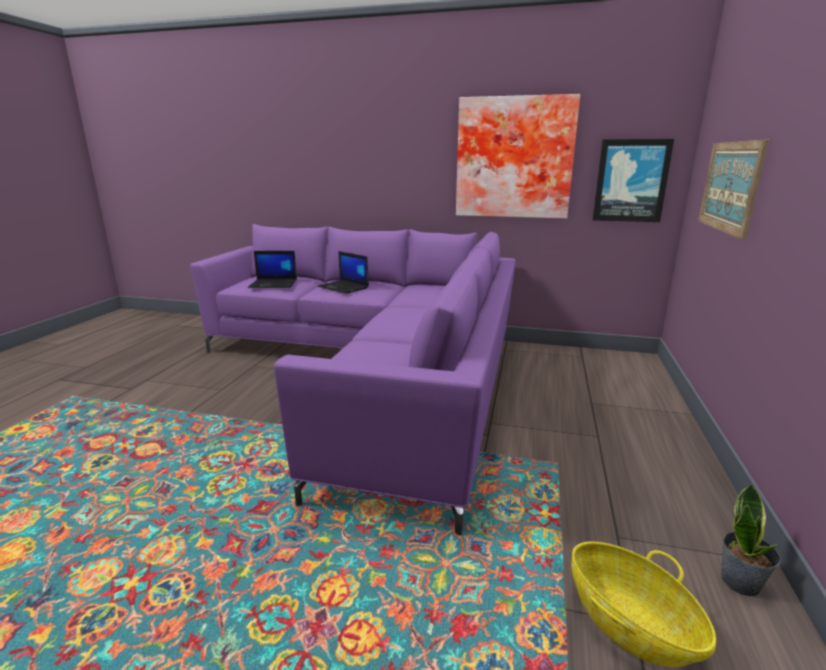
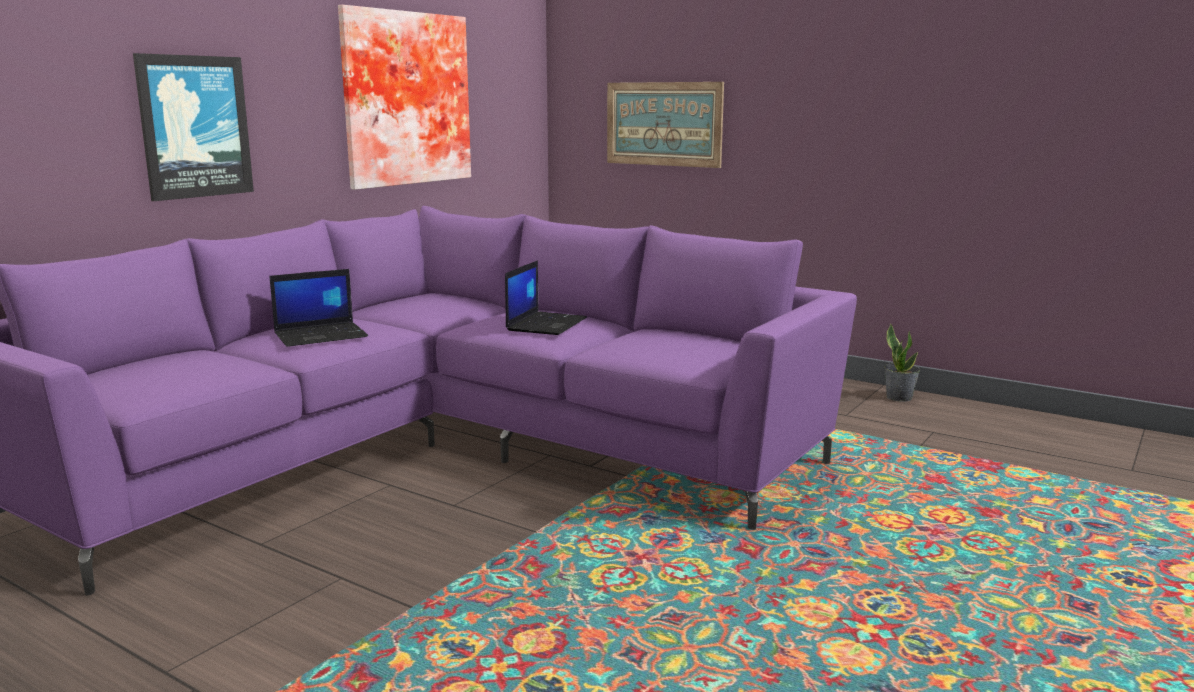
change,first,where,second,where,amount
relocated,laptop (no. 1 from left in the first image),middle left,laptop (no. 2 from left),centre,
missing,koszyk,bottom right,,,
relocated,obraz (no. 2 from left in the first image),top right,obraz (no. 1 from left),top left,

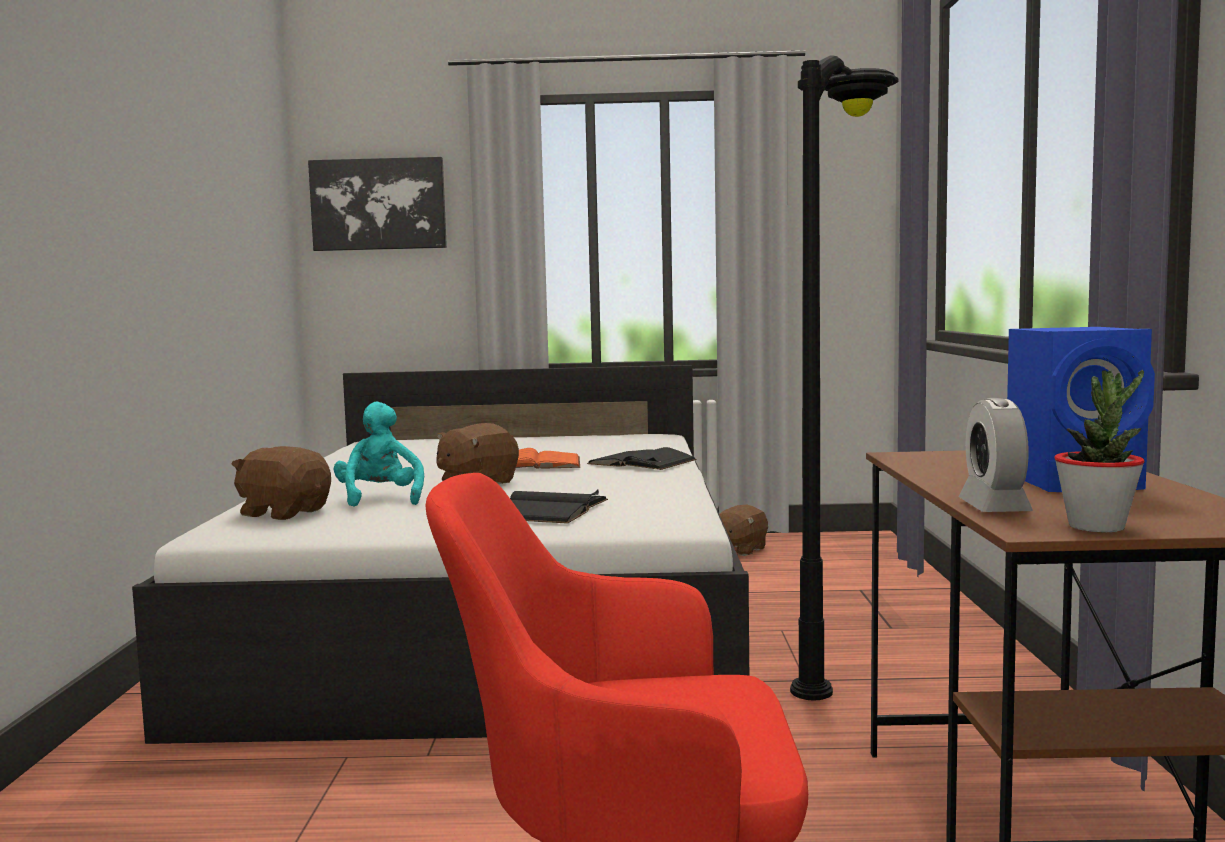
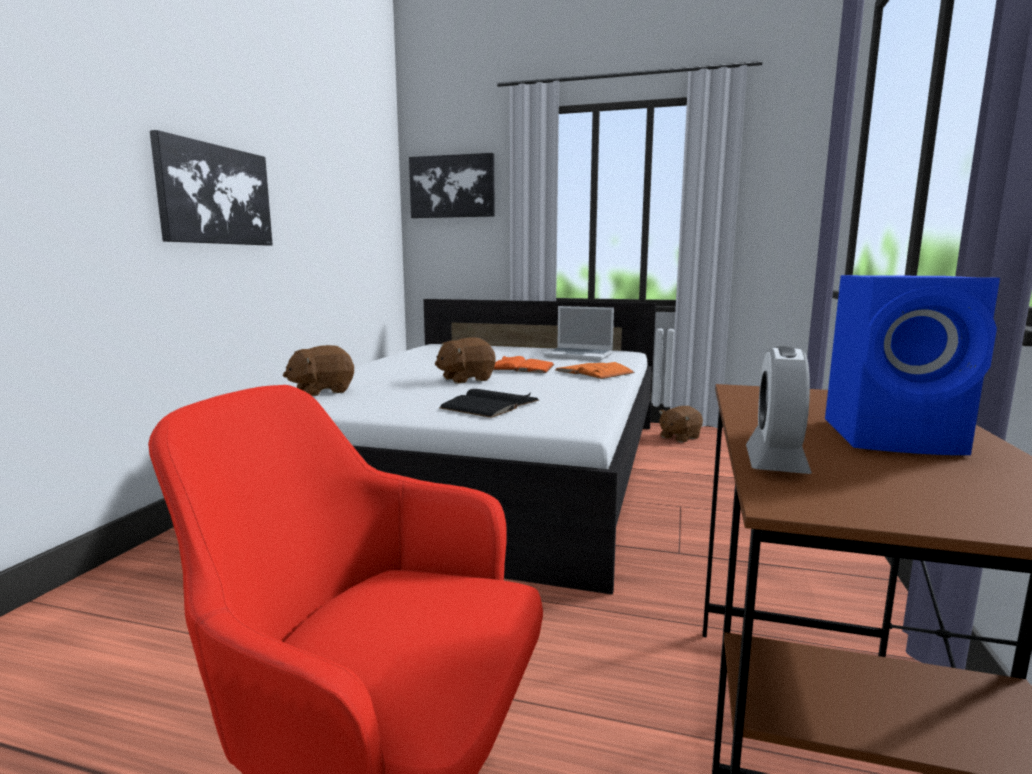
change,first,where,second,where,amount
spun,pluszak/brązowy (no. 1 from left),middle left,,middle left,75 degrees counterclockwise
missing,pluszak/turkusowy,middle left,,,
colour,książka/czarny (no. 2 from left),centre,książka/pomarańczowy (no. 2 from left),centre,
missing,lampa stojąca/czarny,middle right,,,
missing,roślina doniczkowa,middle right,,,
appeared,,,obraz (no. 1 from left),top left,
appeared,,,laptop,centre,

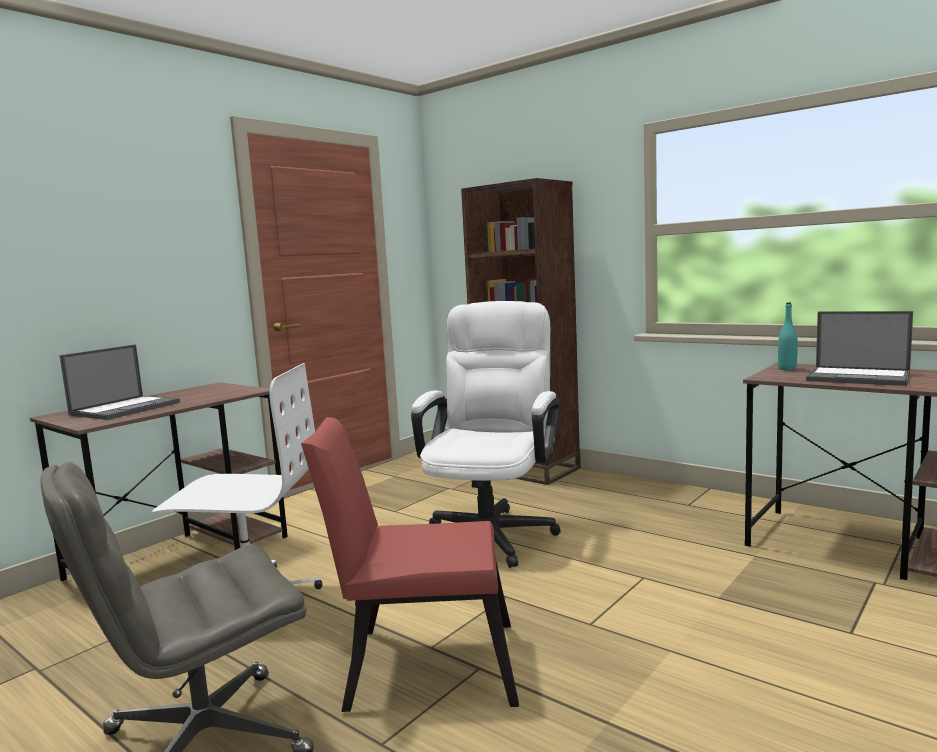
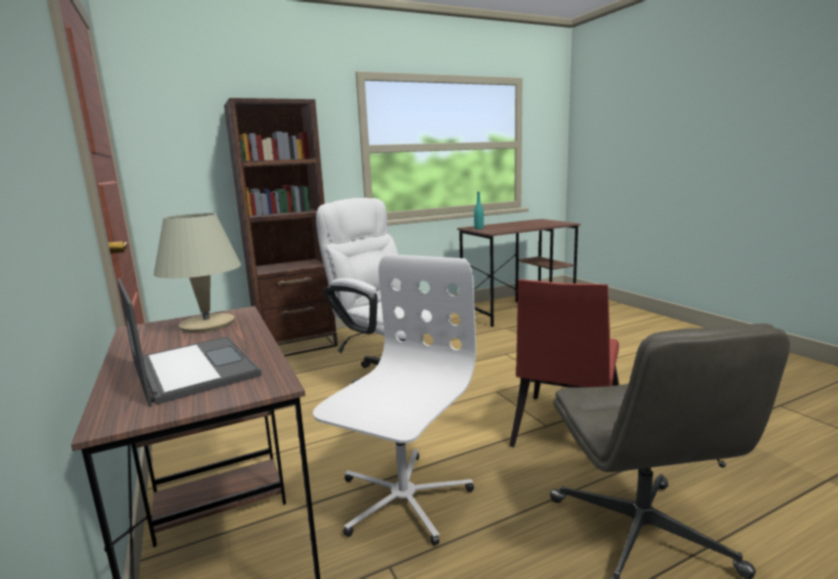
change,first,where,second,where,amount
missing,laptop (no. 2 from left),middle right,,,
appeared,,,lampa stołowa/beżowy,middle left,

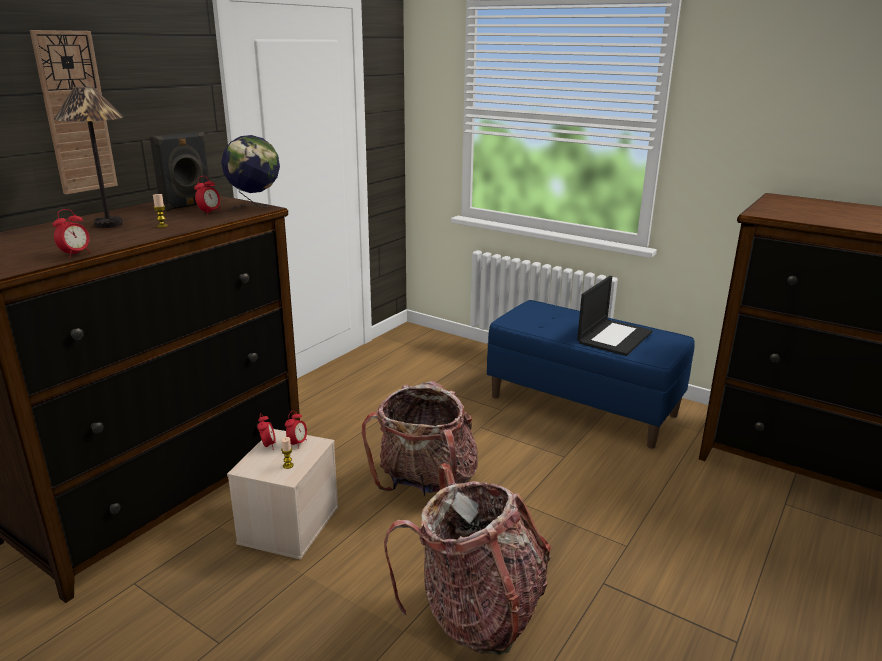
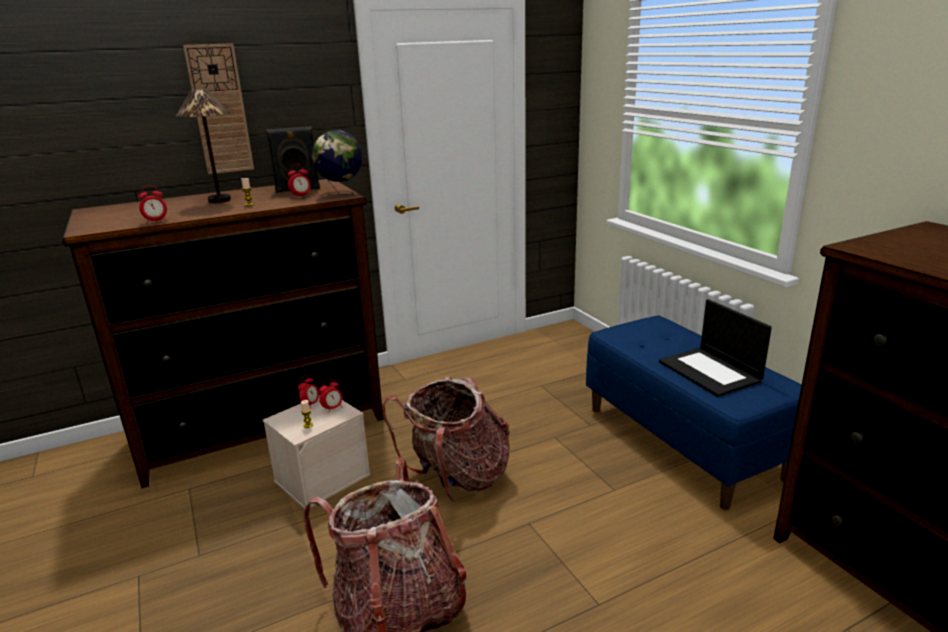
change,first,where,second,where,amount
spun,laptop,middle right,,middle right,90 degrees clockwise

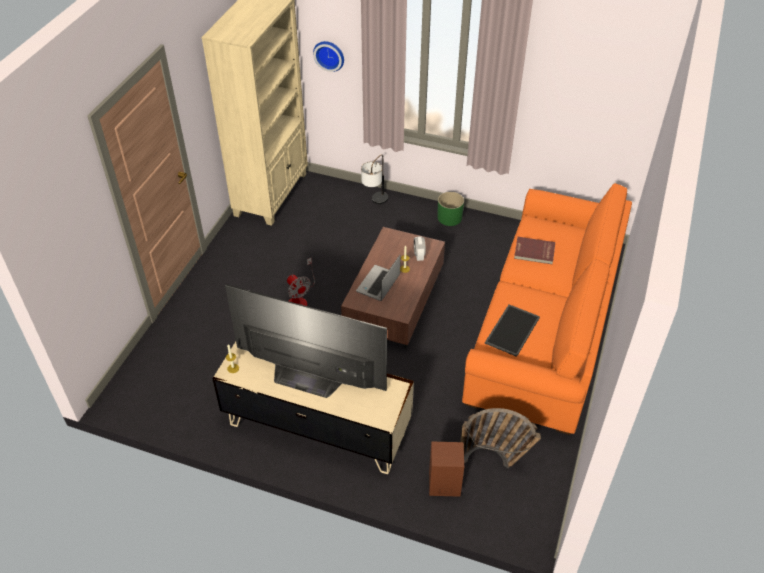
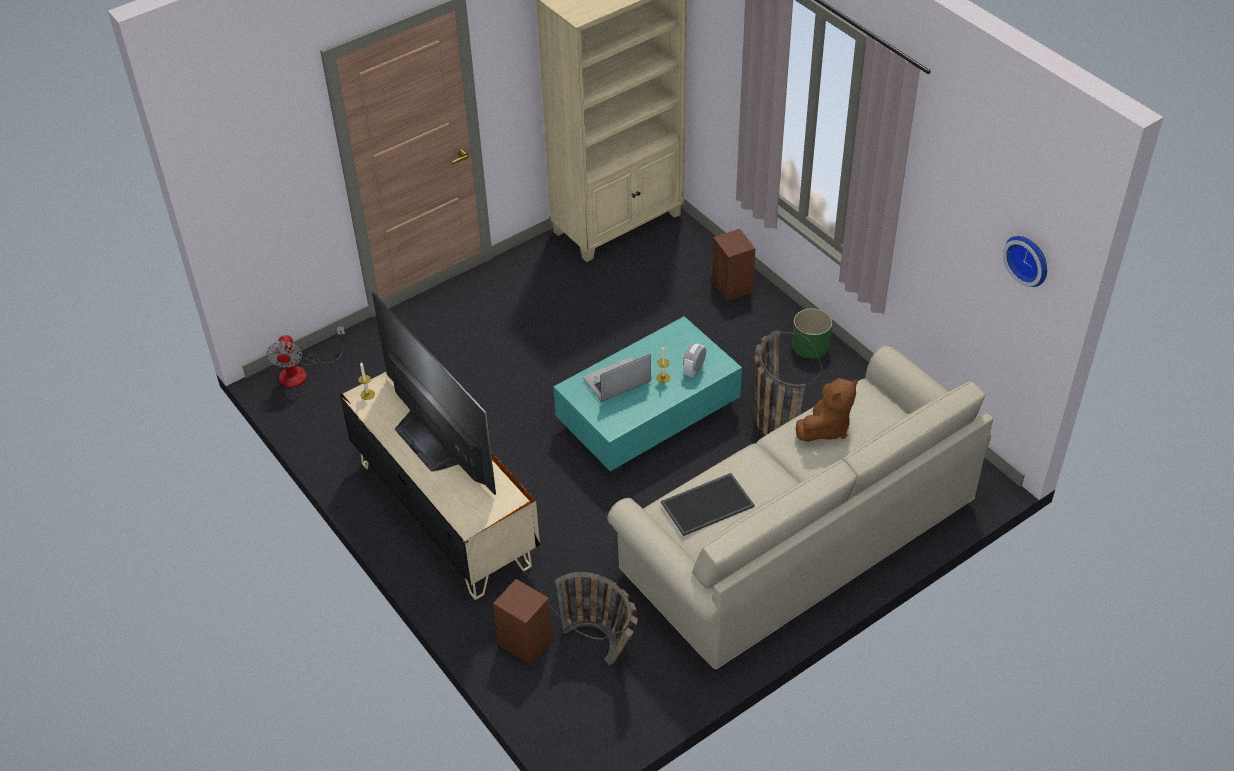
change,first,where,second,where,amount
relocated,wentylator,centre,,middle left,
relocated,zegar ścienny,top centre,,middle right,
colour,ława/brązowy,centre,ława/turkusowy,centre,
exchanged,lampa stołowa,top centre,głośnik/brązowy (no. 2 from left),centre,
colour,kanapa/pomarańczowy,middle right,kanapa/beżowy,centre,
exchanged,książka/czerwony,middle right,pluszak/brązowy,middle right,
appeared,,,koszyk (no. 2 from left),centre,

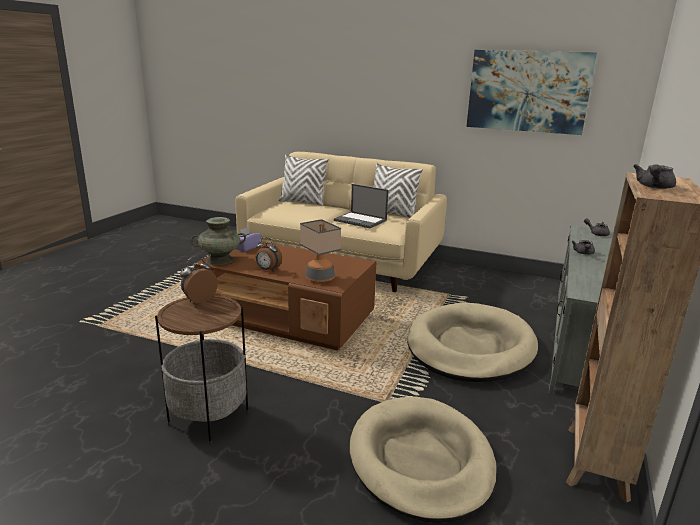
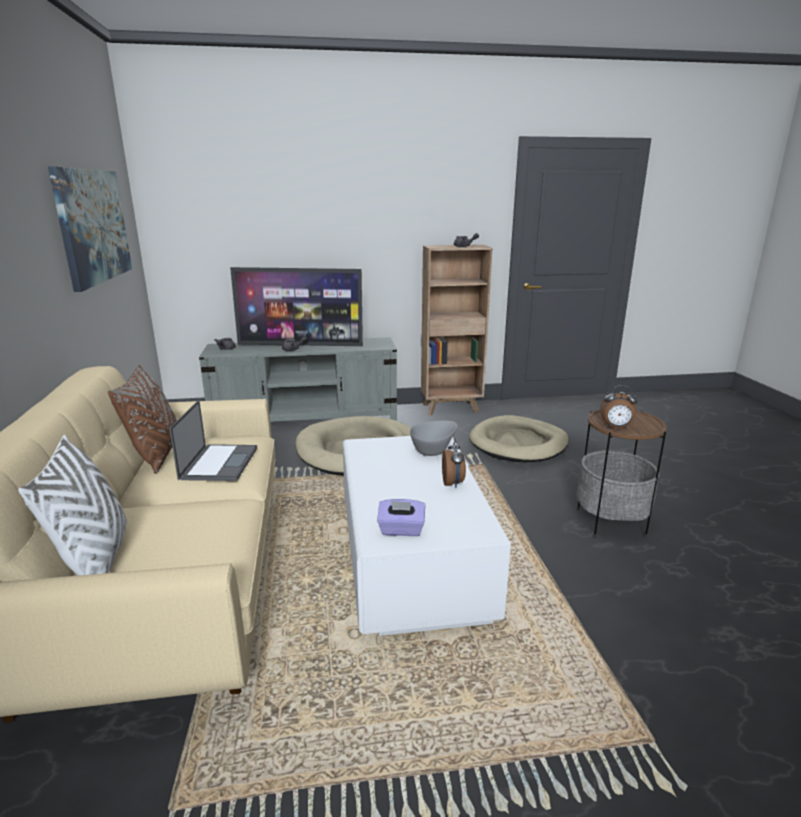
change,first,where,second,where,amount
missing,wazon/turkusowy,middle left,,,
colour,ława/brązowy,centre,ława/biały,centre,
exchanged,lampa stołowa,centre,miska/szary,centre,
colour,poduszka/biały (no. 2 from left),centre,poduszka/brązowy,middle left,
appeared,,,telewizor,centre,

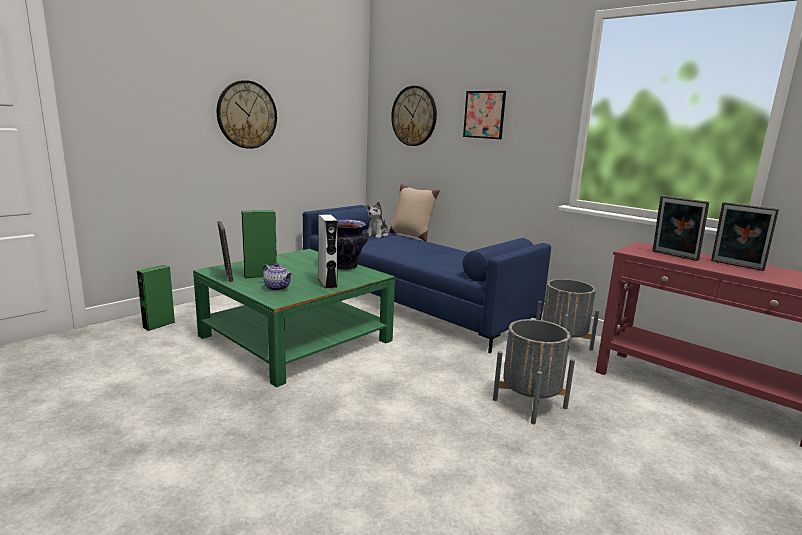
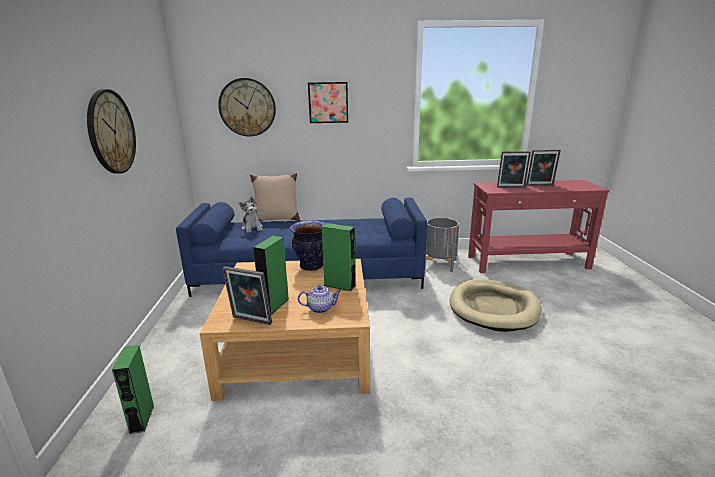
change,first,where,second,where,amount
colour,ława/zielony,centre,ława/beżowy,bottom centre,
colour,głośnik/biały,centre,głośnik/zielony (no. 3 from left),centre,
exchanged,donica/szary (no. 1 from left),bottom centre,legowisko/beżowy,middle right,

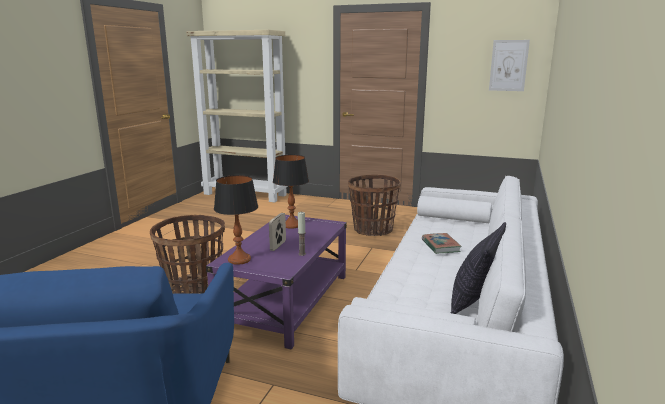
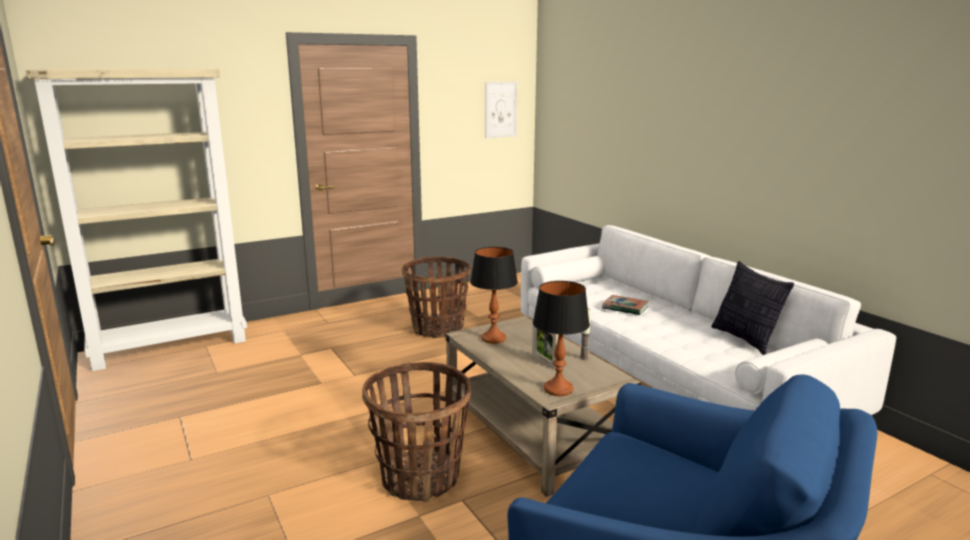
change,first,where,second,where,amount
colour,ława/fioletowy,bottom centre,ława/beżowy,bottom centre,

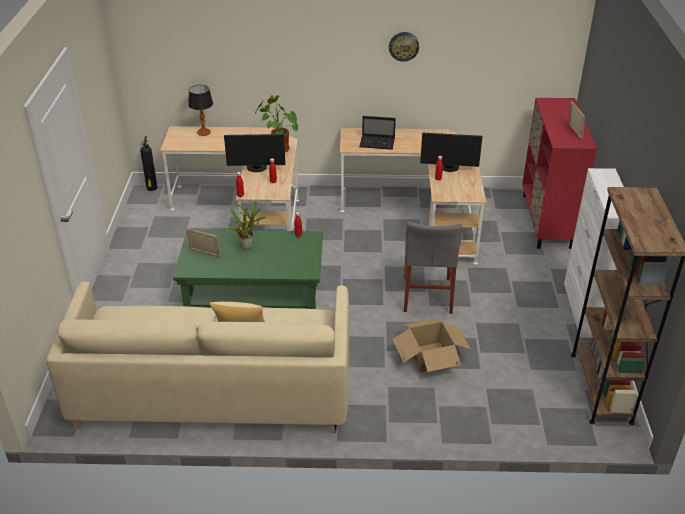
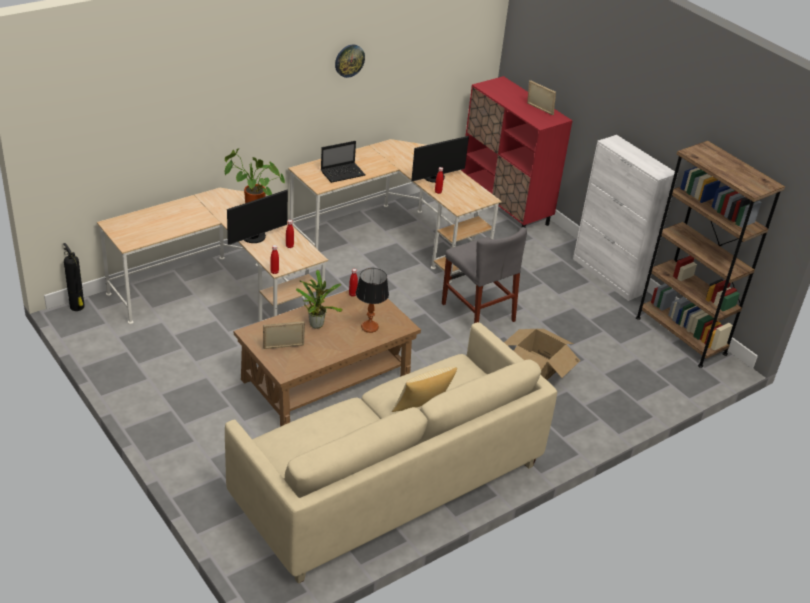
change,first,where,second,where,amount
colour,ława/zielony,centre,ława/brązowy,centre,
relocated,lampa stołowa,top left,,centre,

